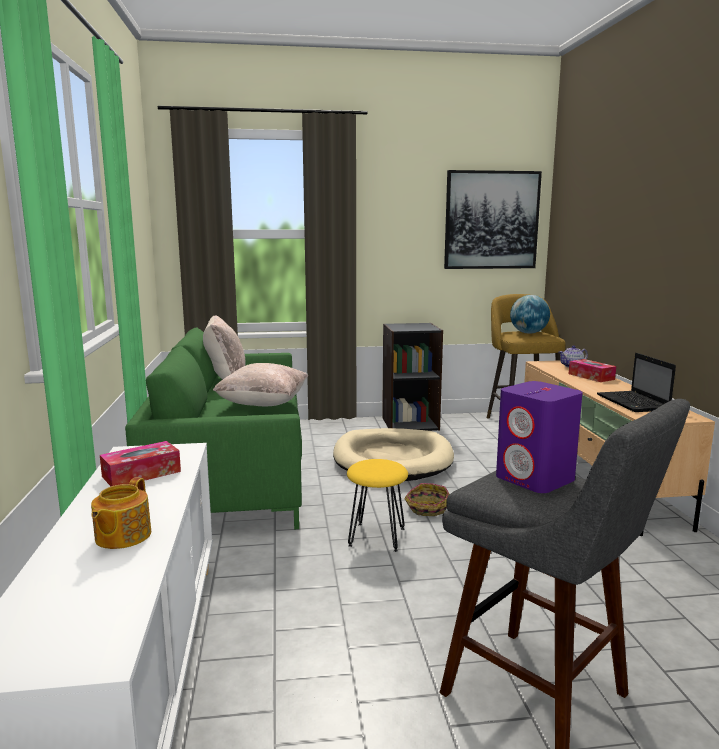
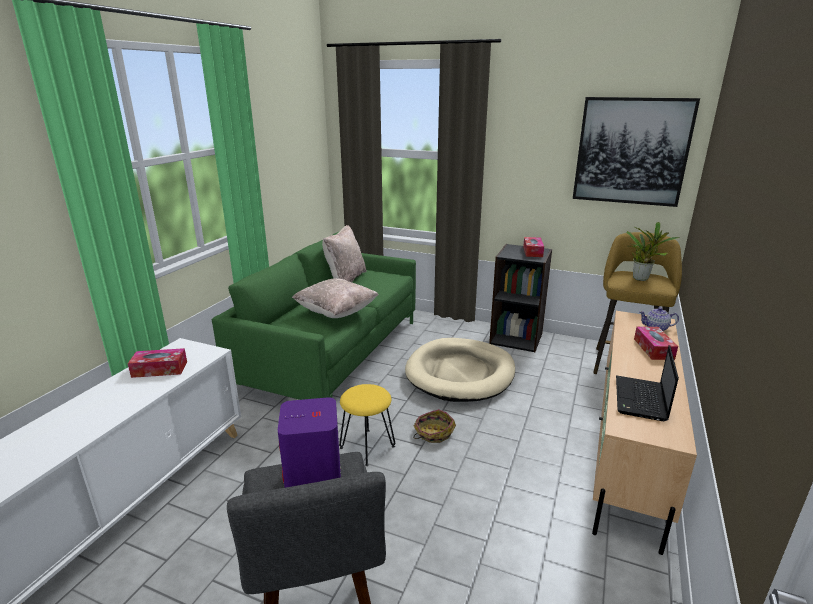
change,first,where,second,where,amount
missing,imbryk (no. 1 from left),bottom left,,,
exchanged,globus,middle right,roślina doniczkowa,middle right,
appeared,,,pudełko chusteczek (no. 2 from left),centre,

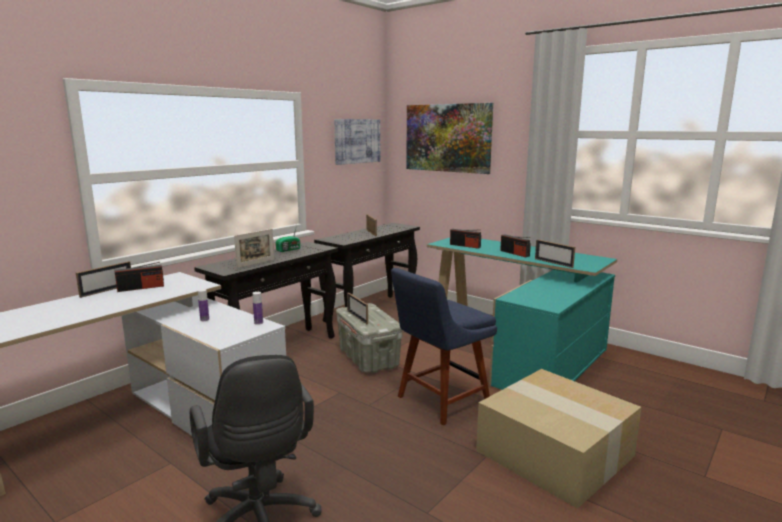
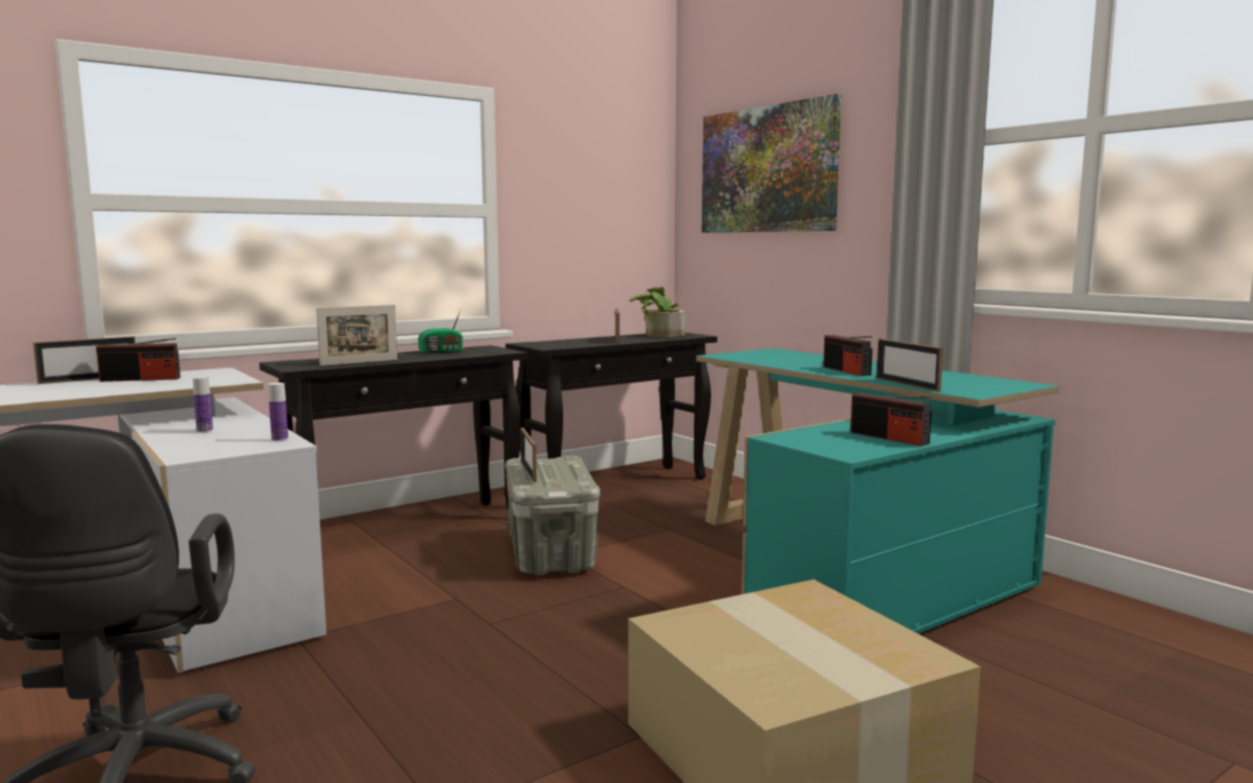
change,first,where,second,where,amount
missing,obraz (no. 1 from left),top centre,,,
missing,krzesło/niebieski,centre,,,
relocated,radio (no. 3 from left in the first image),centre,radio (no. 4 from left),middle right,
appeared,,,roślina doniczkowa,centre,

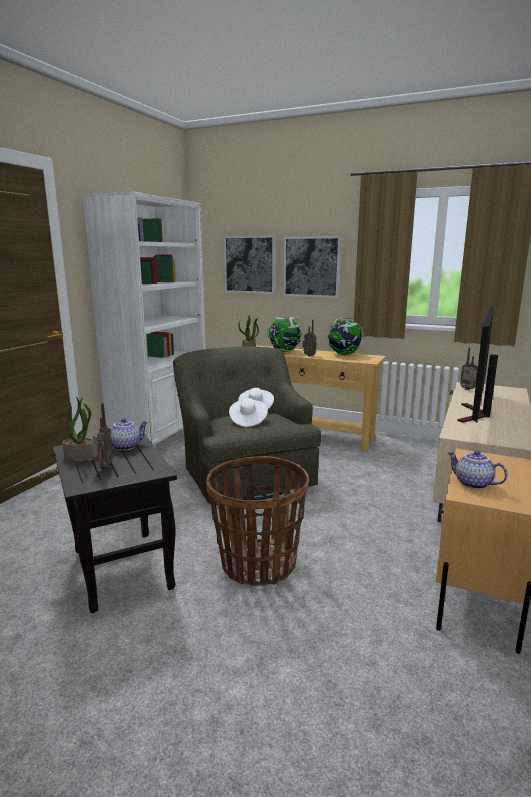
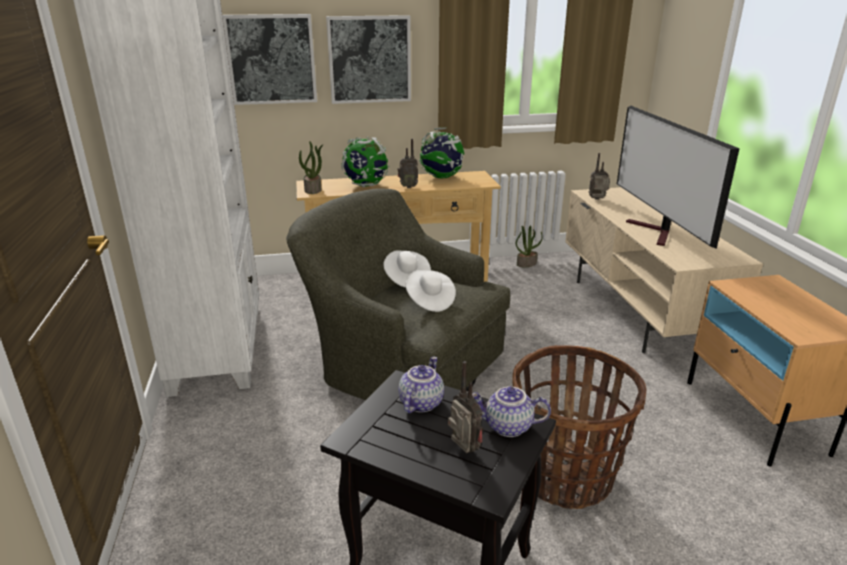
change,first,where,second,where,amount
relocated,roślina doniczkowa (no. 1 from left in the first image),middle left,roślina doniczkowa (no. 2 from left),centre,
relocated,imbryk (no. 2 from left),middle right,,bottom centre,

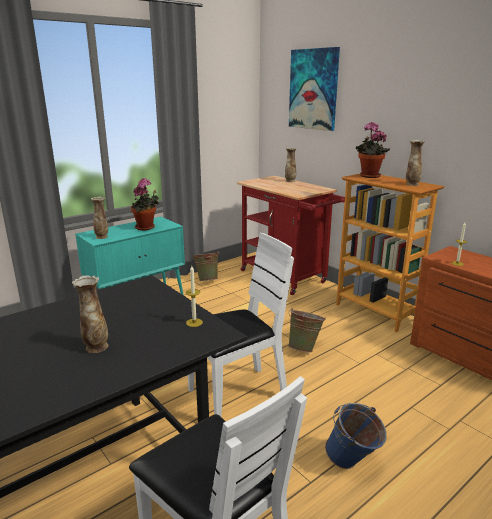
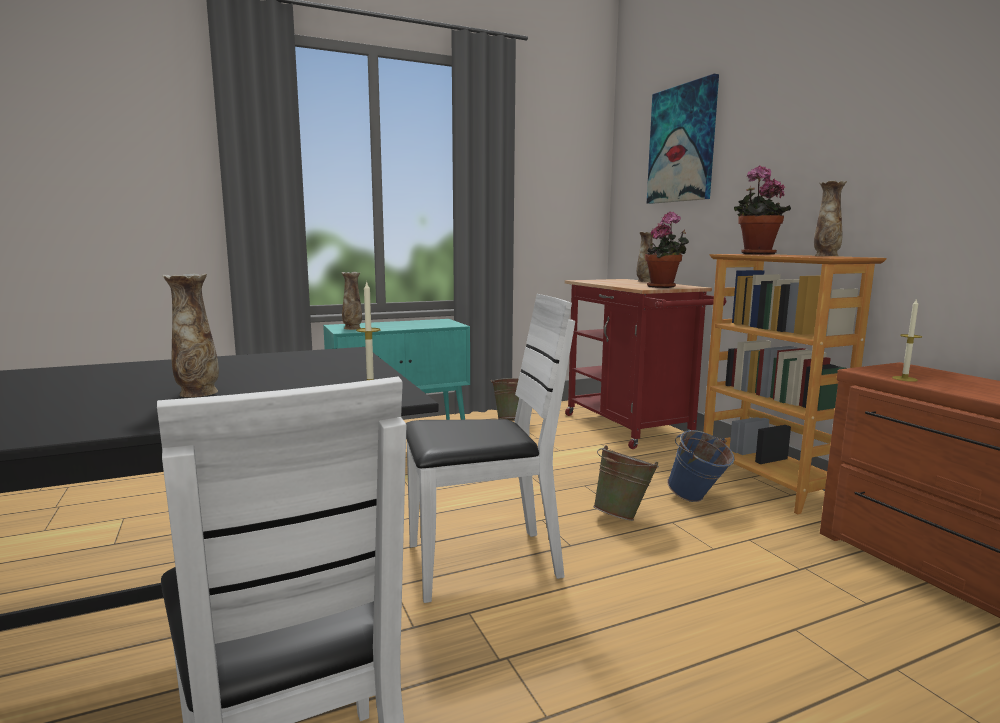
change,first,where,second,where,amount
relocated,roślina doniczkowa (no. 1 from left),middle left,,middle right,
relocated,wiadro/niebieski,bottom right,,middle right,

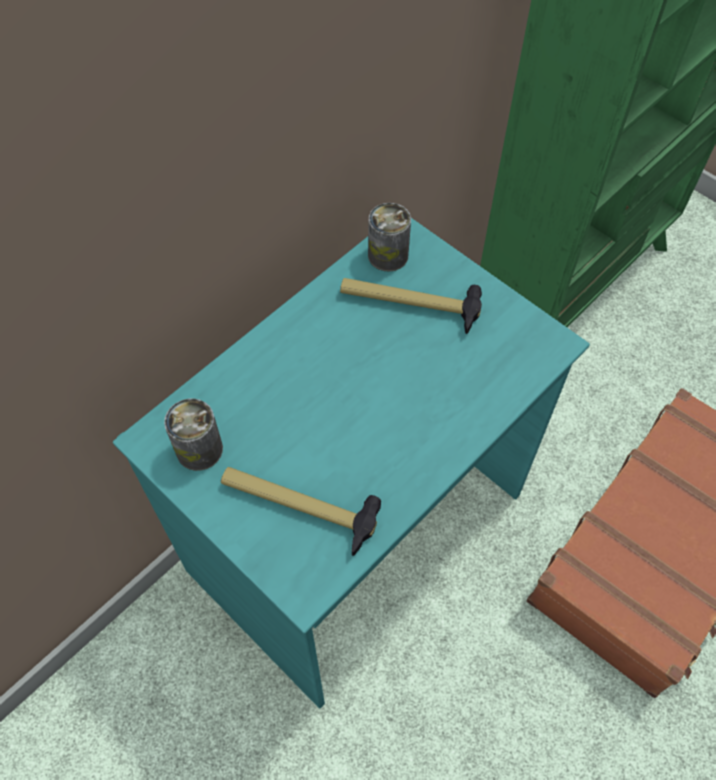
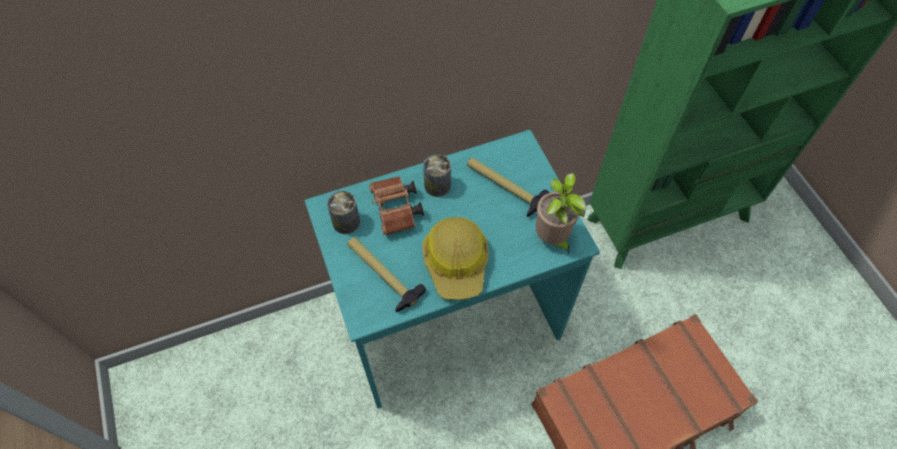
change,first,where,second,where,amount
relocated,puszka (no. 2 from left),top centre,,centre,
appeared,,,lornetka/brązowy,centre,
appeared,,,kask,centre,
appeared,,,roślina doniczkowa,centre,

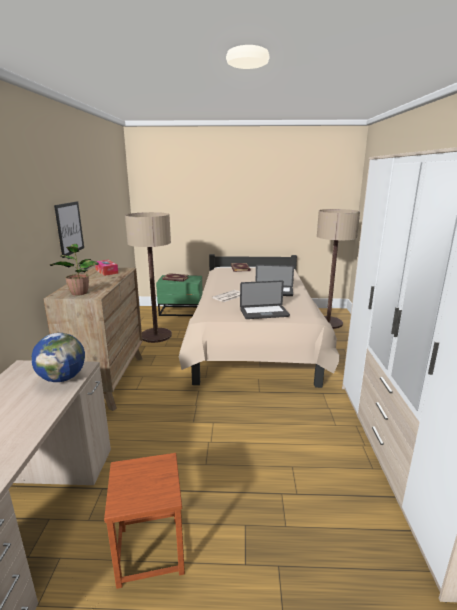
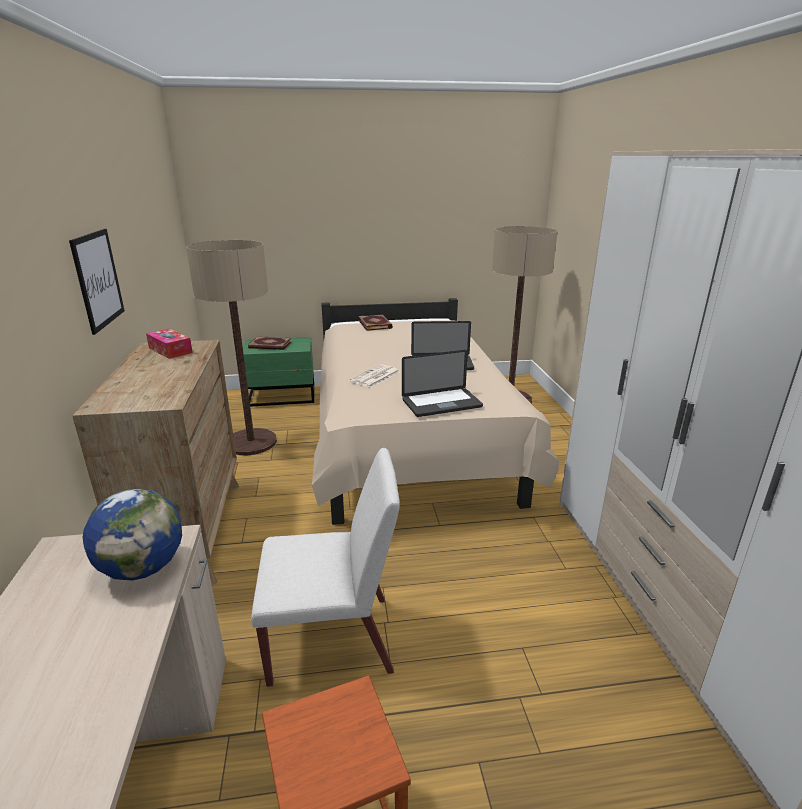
change,first,where,second,where,amount
missing,roślina doniczkowa,middle left,,,
appeared,,,krzesło/biały,bottom centre,

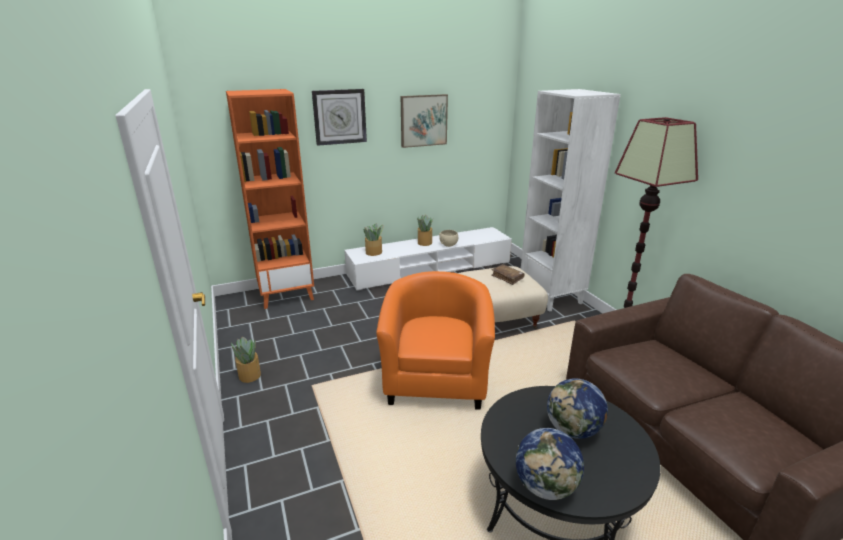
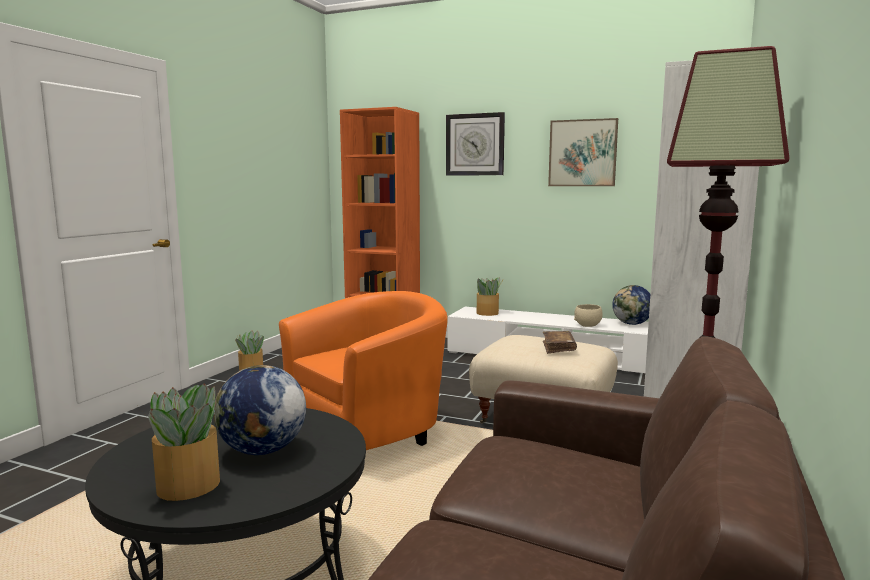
change,first,where,second,where,amount
relocated,roślina doniczkowa (no. 3 from left in the first image),centre,roślina doniczkowa (no. 1 from left),bottom left,
relocated,globus (no. 1 from left in the first image),bottom centre,globus (no. 2 from left),middle right,

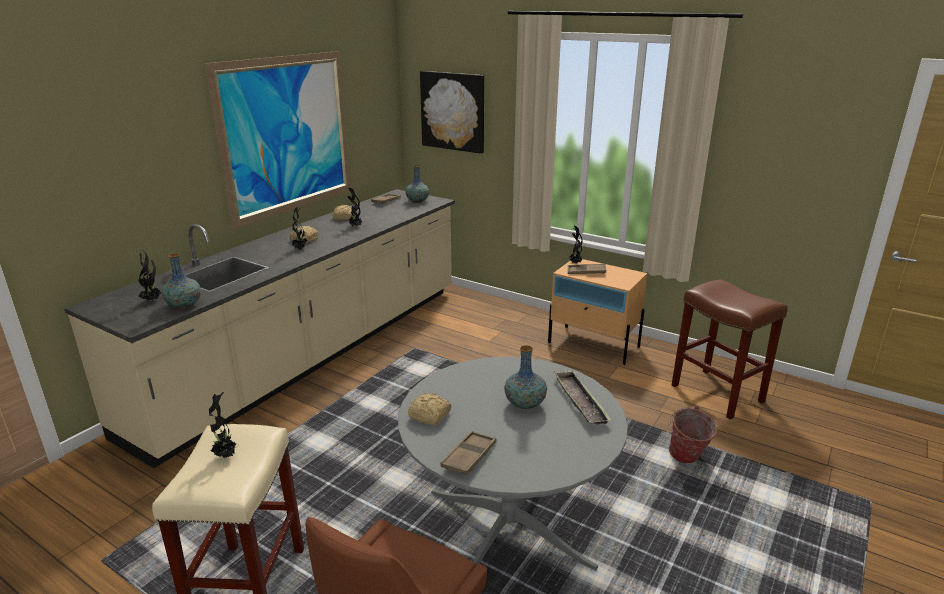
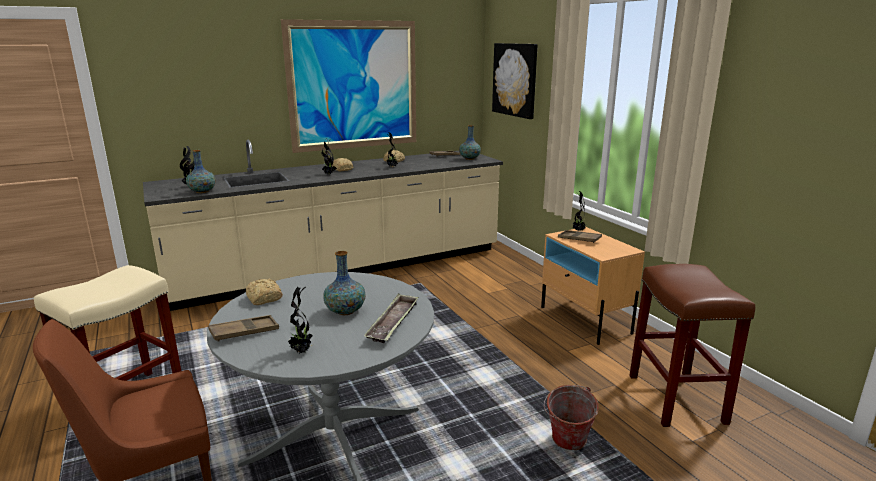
change,first,where,second,where,amount
relocated,roślina doniczkowa (no. 2 from left),bottom left,,centre,

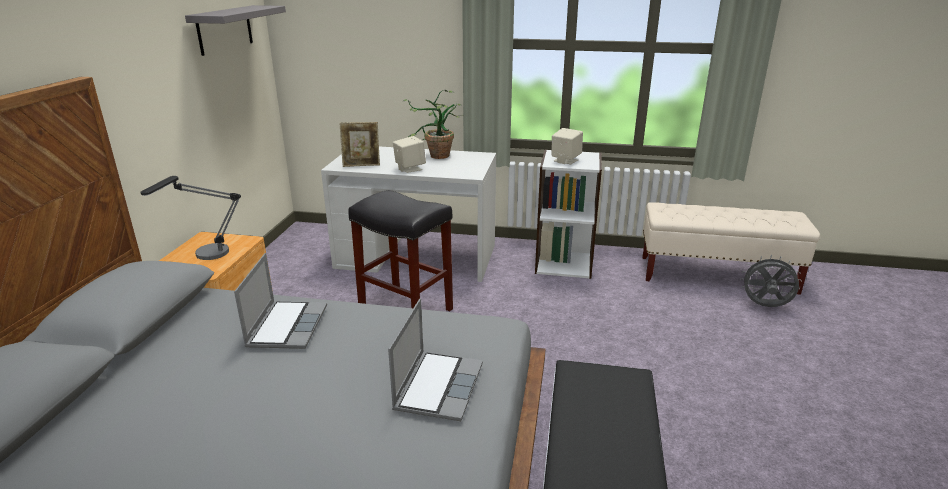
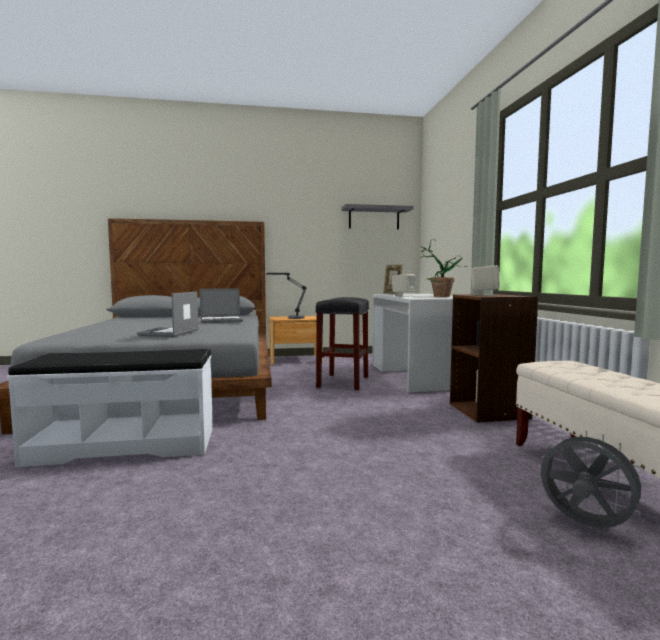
change,first,where,second,where,amount
spun,laptop (no. 2 from left in the first image),bottom centre,laptop (no. 1 from left),middle left,105 degrees clockwise
colour,regał/biały,centre,regał/brązowy,middle right,
spun,wentylator/szary,middle right,,bottom right,45 degrees counterclockwise

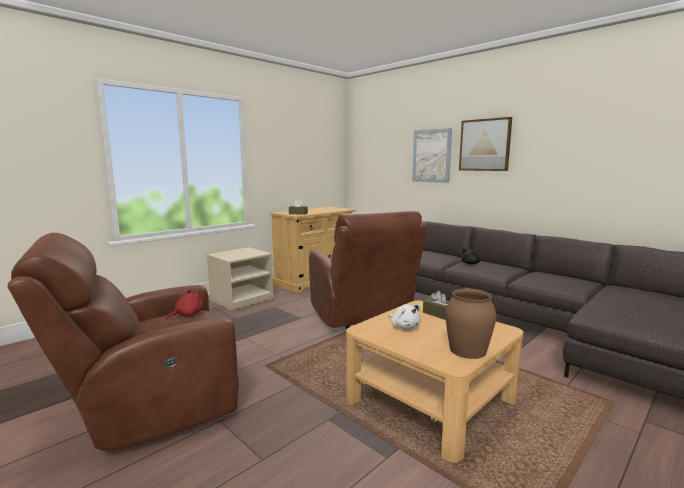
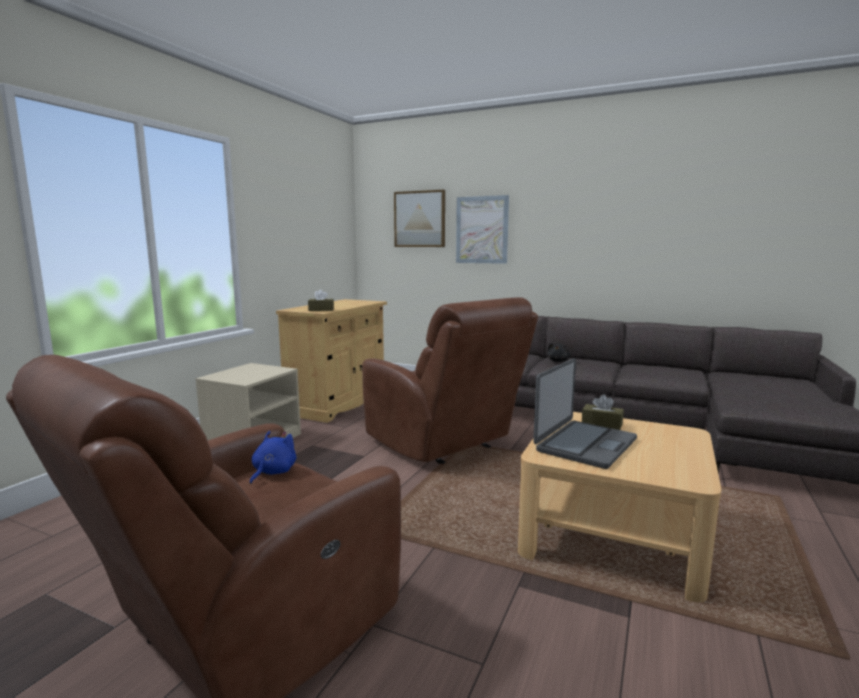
change,first,where,second,where,amount
colour,pluszak/czerwony,middle left,pluszak/niebieski,middle left,
exchanged,pluszak/biały,centre,laptop,middle right,
missing,wazon/brązowy,middle right,,,
relocated,obraz (no. 2 from left in the first image),top right,obraz (no. 1 from left),top centre,

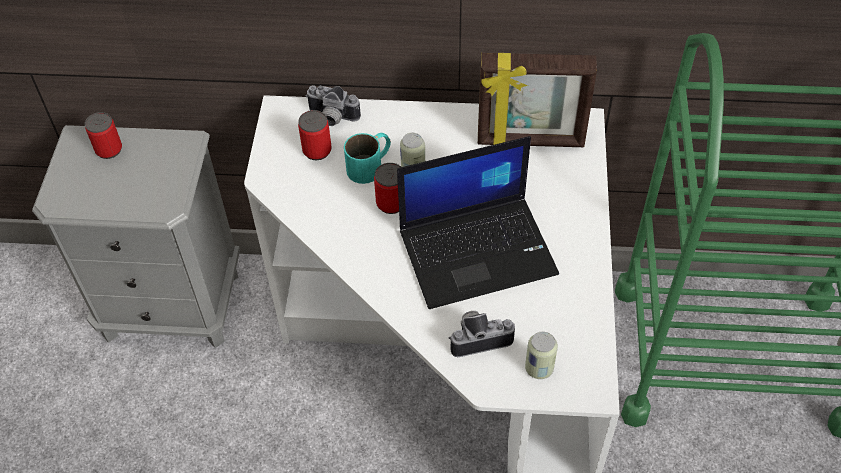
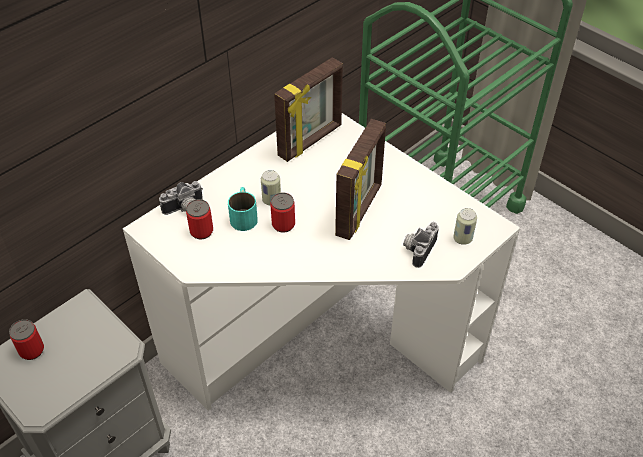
change,first,where,second,where,amount
exchanged,laptop,centre,ramka na zdjęcie (no. 2 from left),centre,

